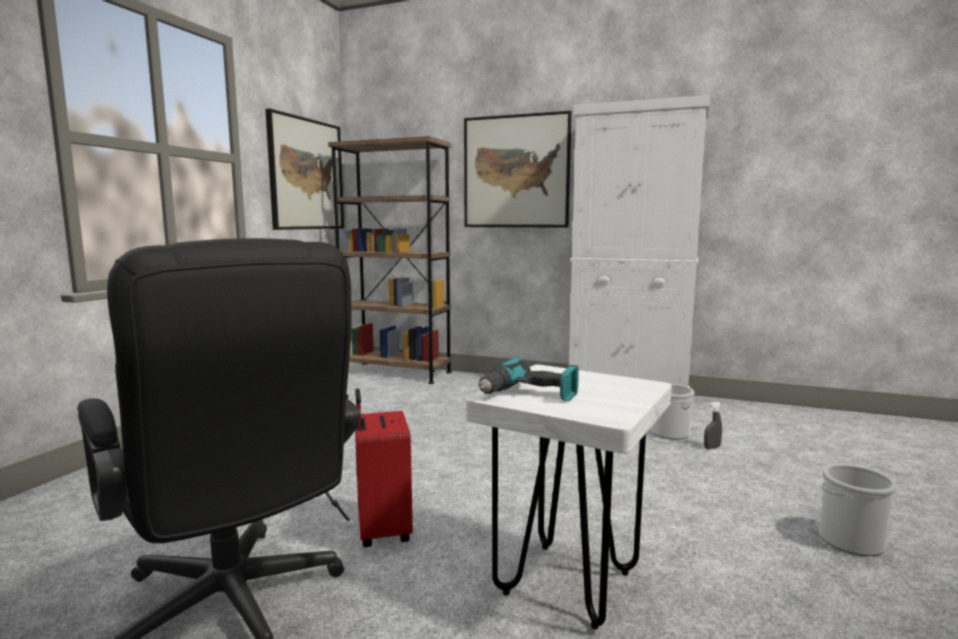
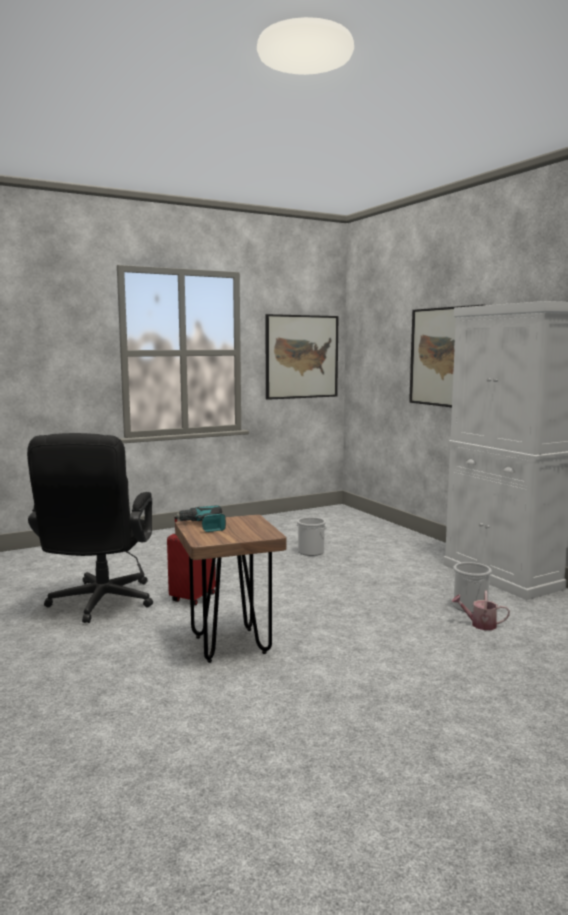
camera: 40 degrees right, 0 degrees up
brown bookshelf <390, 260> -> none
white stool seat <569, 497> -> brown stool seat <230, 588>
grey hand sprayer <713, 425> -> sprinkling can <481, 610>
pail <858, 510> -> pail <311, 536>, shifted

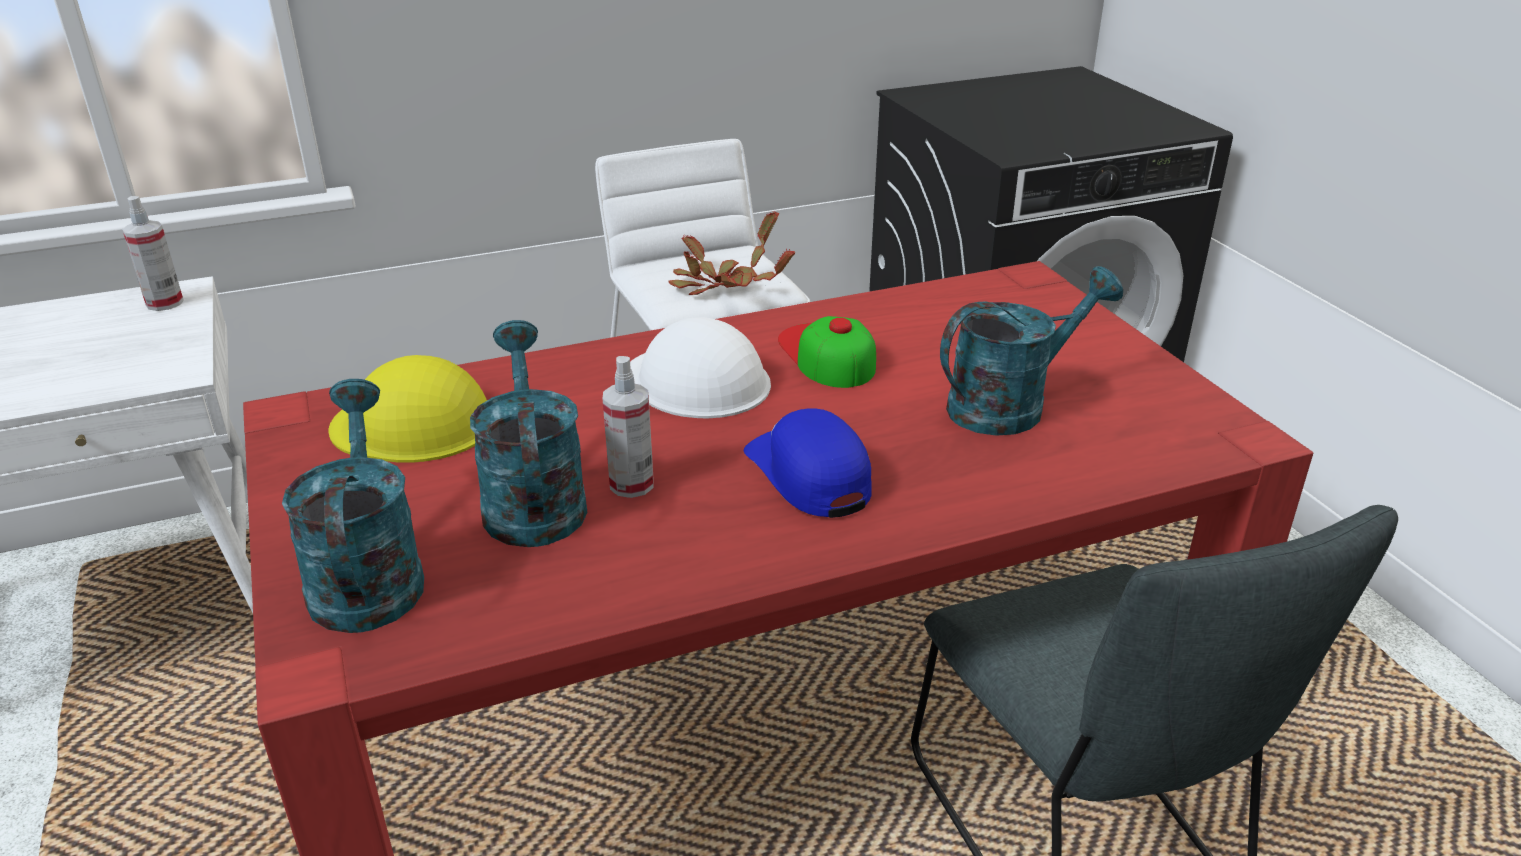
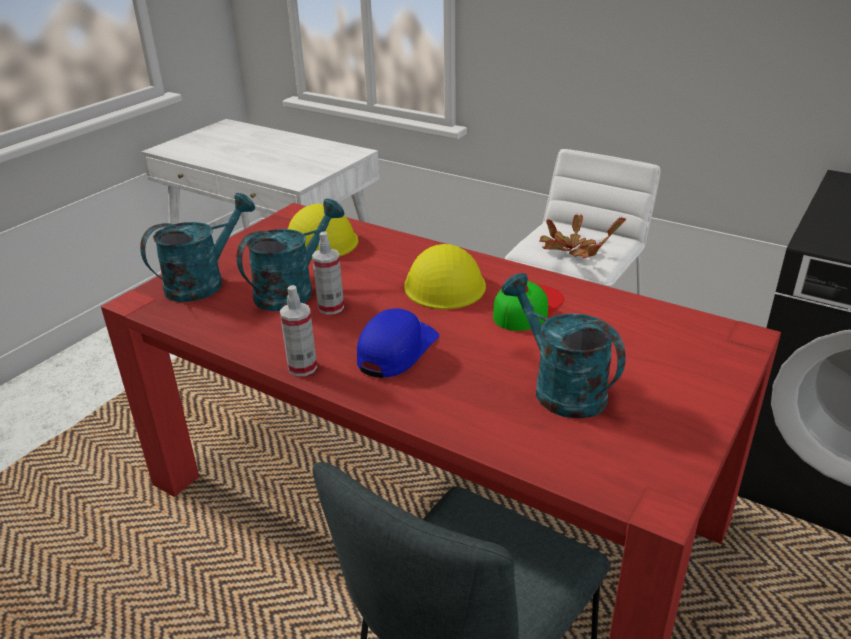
camera: 55 degrees right, 0 degrees up
hand sprayer <153, 253> -> hand sprayer <298, 330>, shifted
white work helmet <700, 367> -> yellow work helmet <445, 276>
turquoise sprinkling can <1031, 351> -> turquoise sprinkling can <564, 346>, 150 degrees counterclockwise

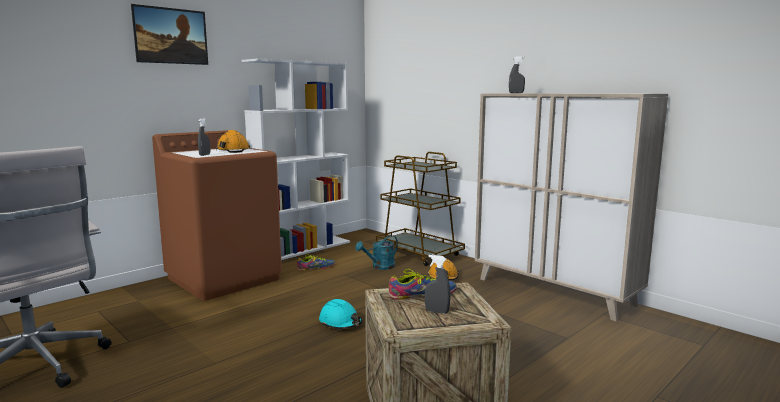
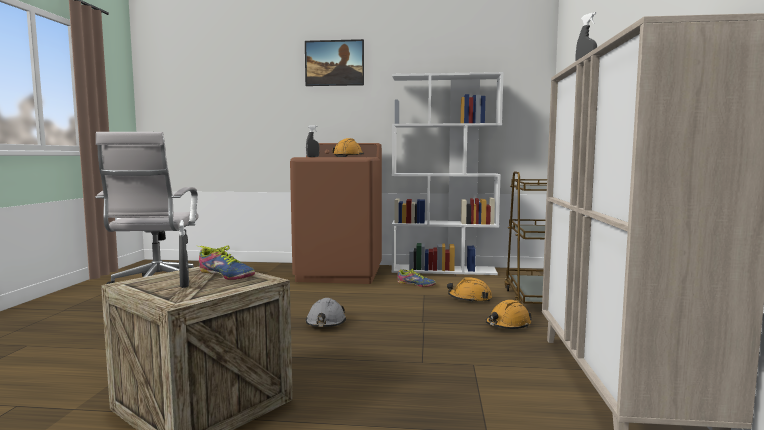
camera: 50 degrees right, 5 degrees down
turquoise work helmet <340, 314> -> grey work helmet <326, 312>
turquoise sprinkling can <376, 252> -> orange-coloured work helmet <469, 290>

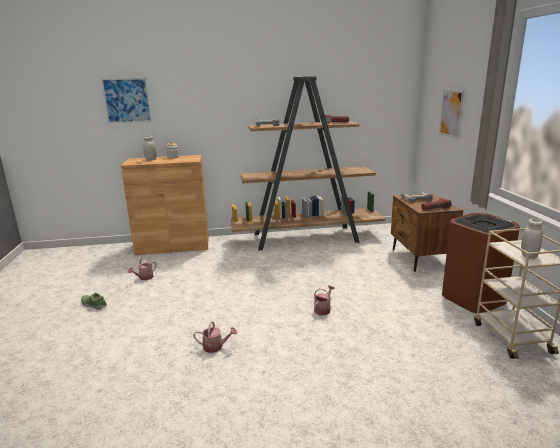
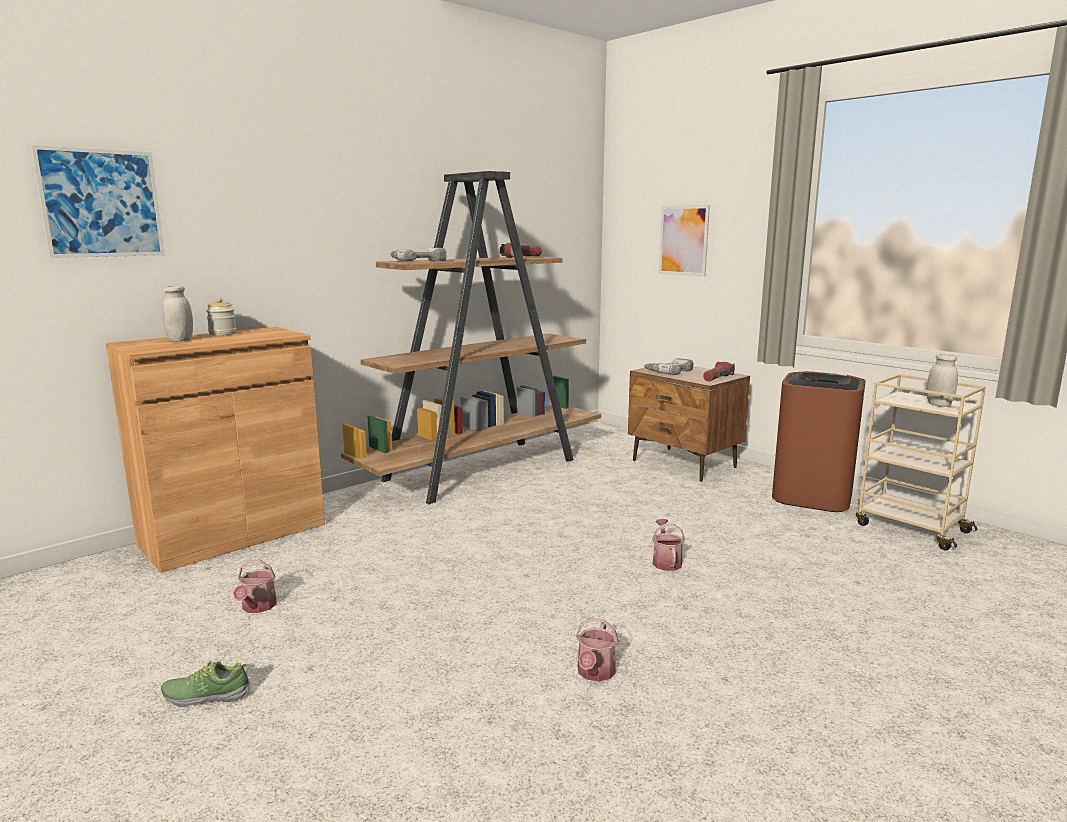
camera: 35 degrees left, 5 degrees down
sprinkling can <215, 337> -> sprinkling can <597, 649>, 135 degrees clockwise

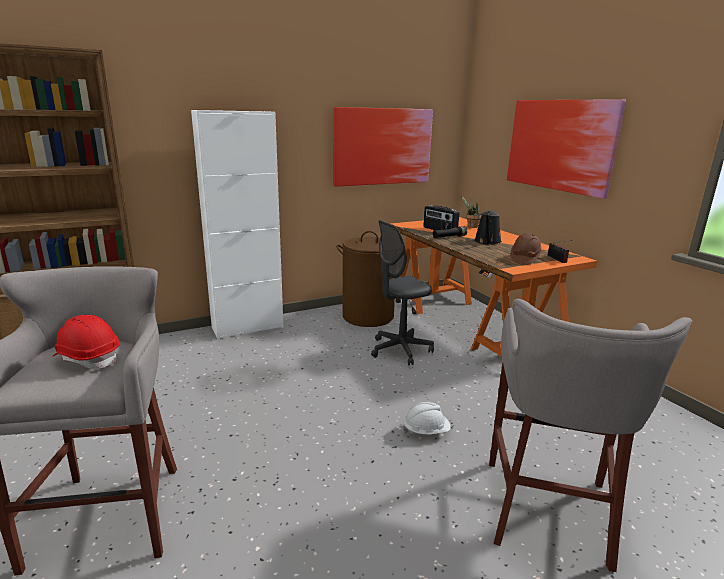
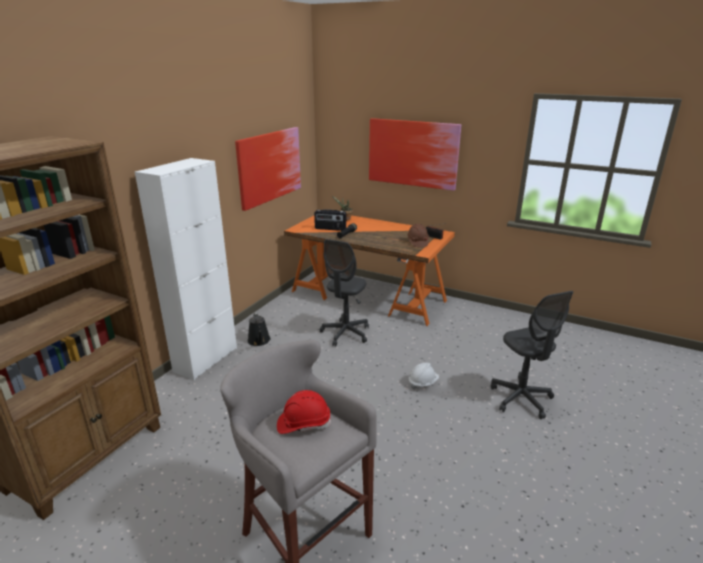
camera: 35 degrees left, 5 degrees up
brown washing basket <365, 279> -> none
black sprinkling can <488, 227> -> black sprinkling can <259, 329>, shifted
grey stool seat <591, 435> -> grey desk chair <532, 355>

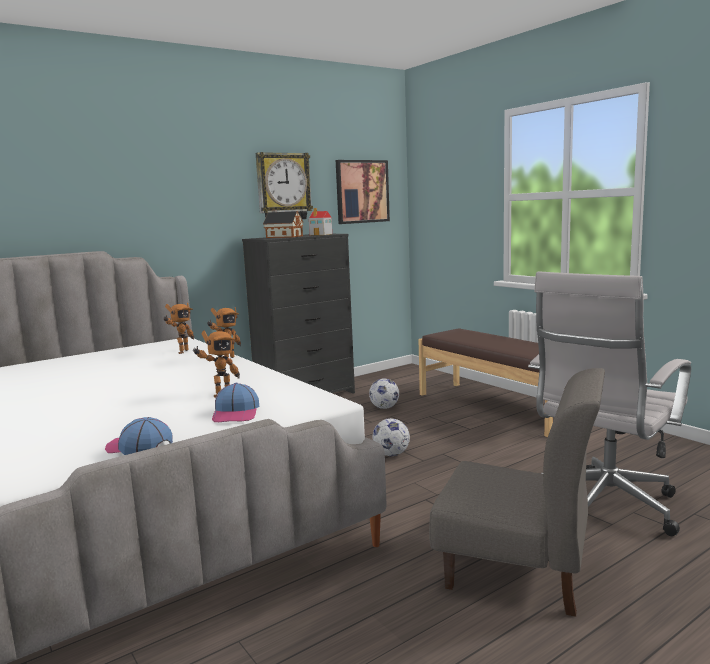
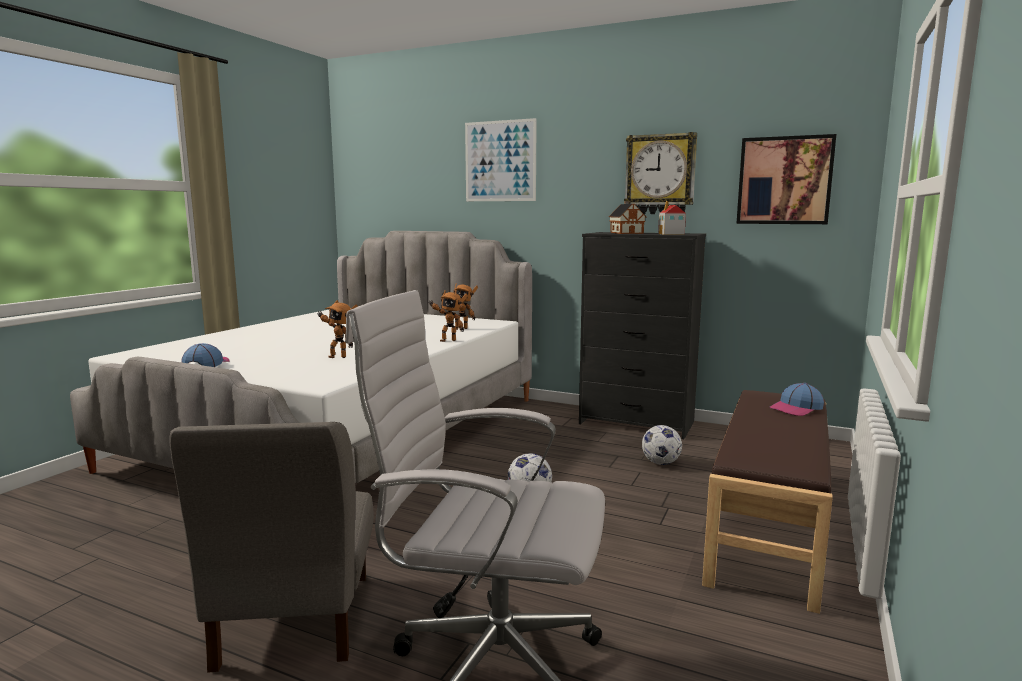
camera: 60 degrees right, 0 degrees up
baseball cap <235, 402> -> baseball cap <797, 399>, shifted
none -> wall art <501, 159>

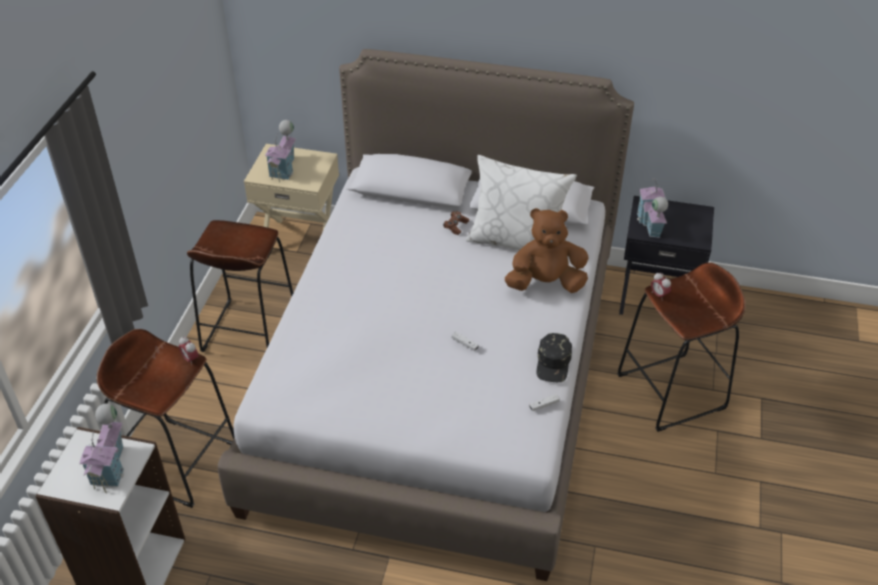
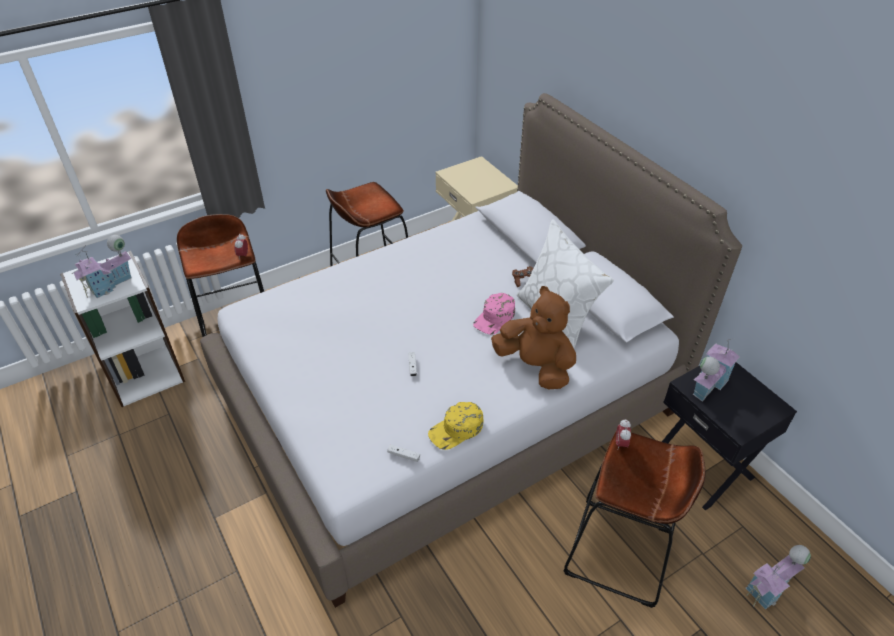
camera: 45 degrees right, 0 degrees up
model house <280, 151> -> model house <778, 577>, shifted
black baseball cap <554, 357> -> yellow baseball cap <456, 426>
none -> pinkish baseball cap <494, 314>

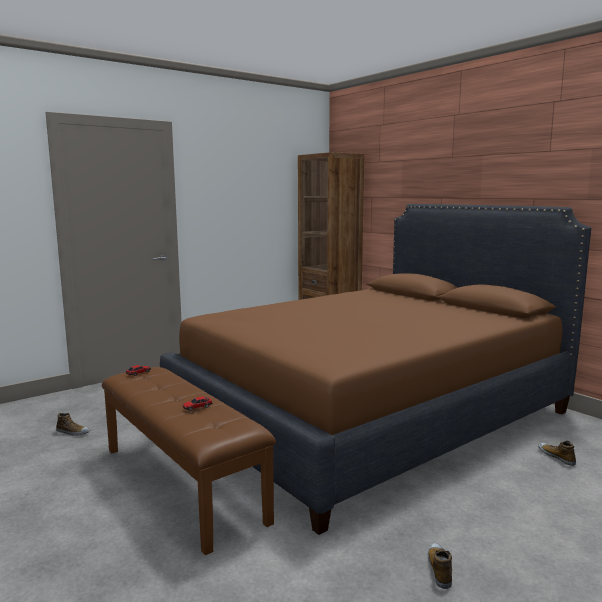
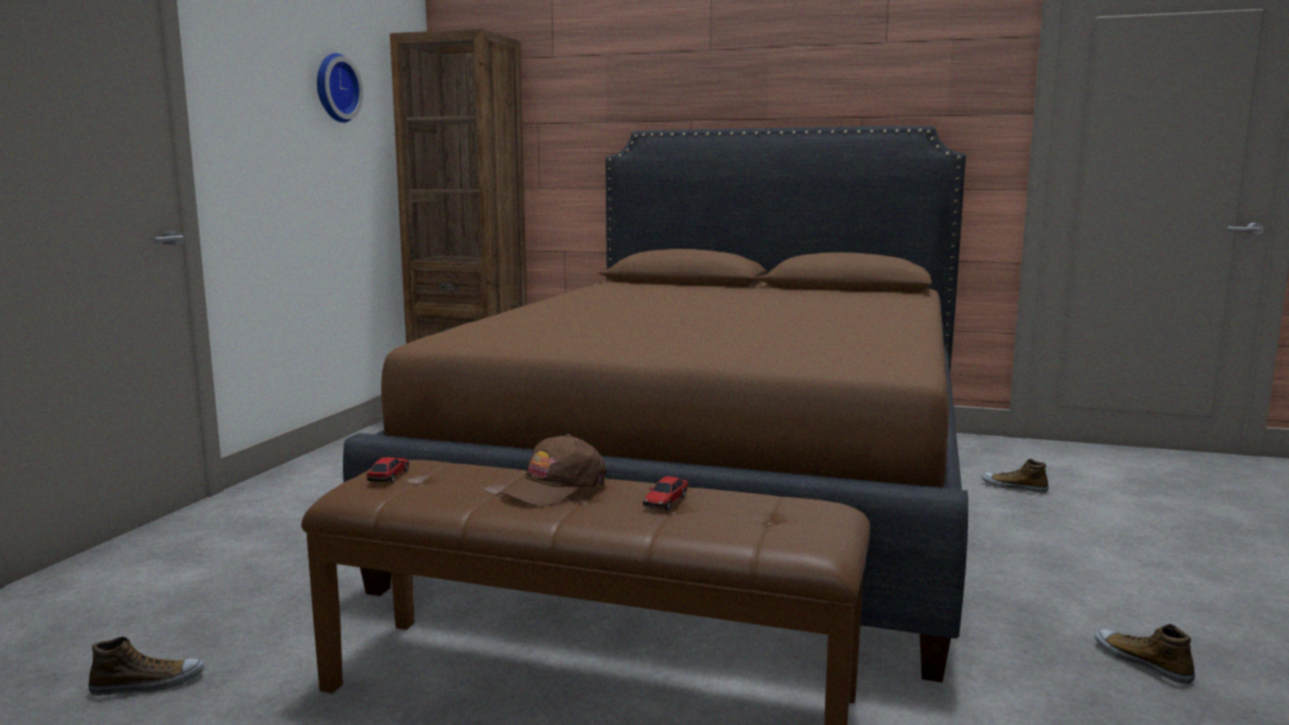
camera: 35 degrees left, 0 degrees up
none -> wall clock <340, 88>
none -> brown baseball cap <553, 470>

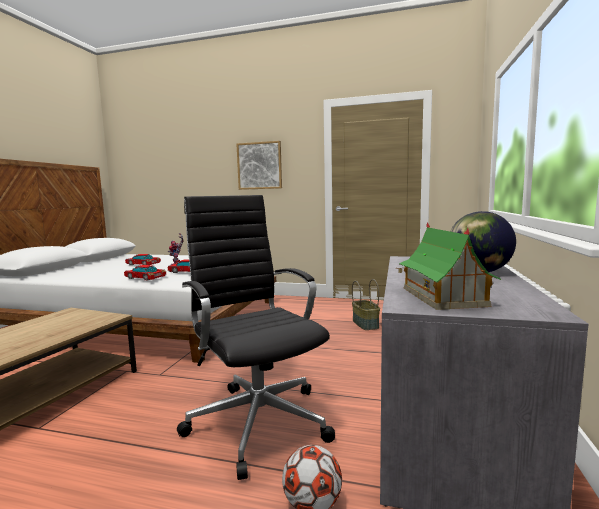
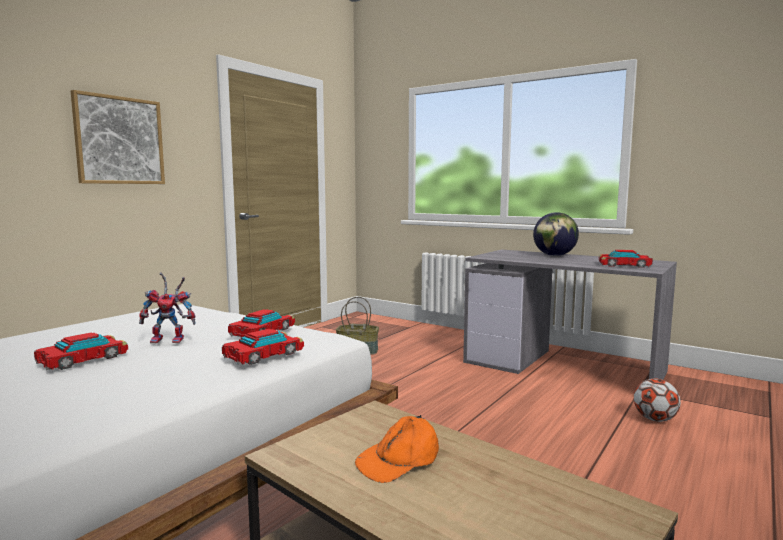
camera: 70 degrees left, 0 degrees up
black desk chair <256, 337> -> none
model house <448, 266> -> miniature car <626, 259>
none -> orange-coloured baseball cap <397, 449>

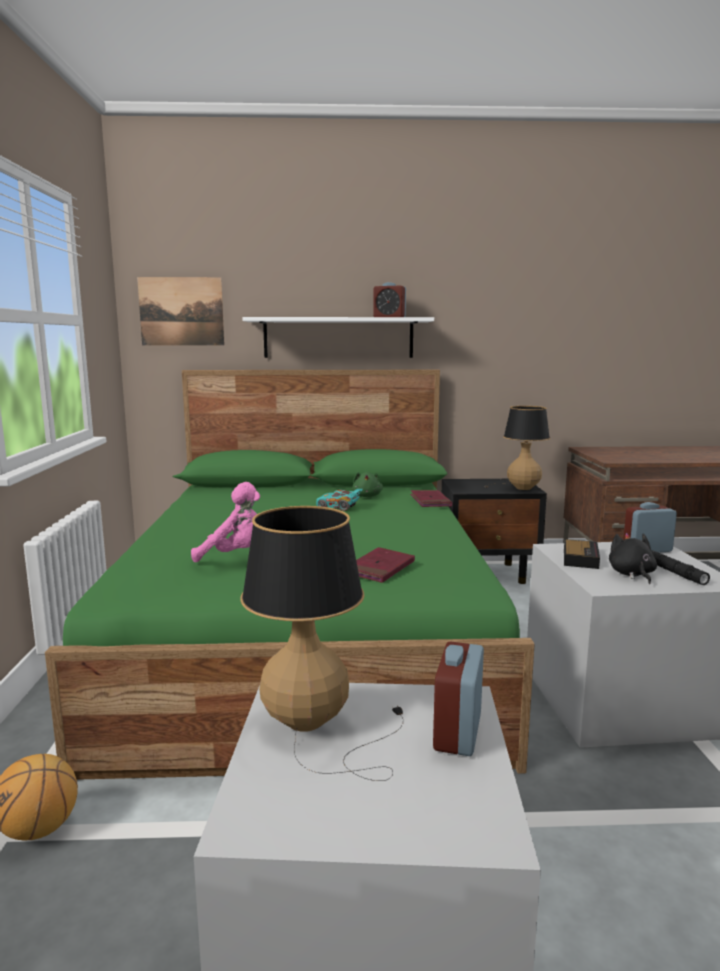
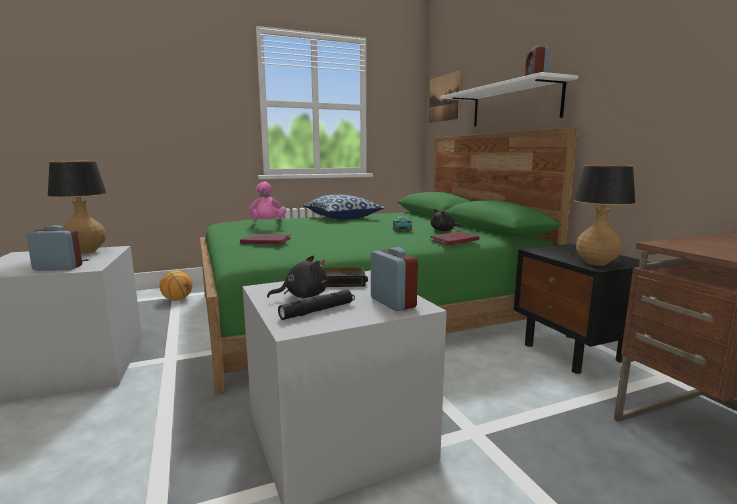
camera: 70 degrees right, 0 degrees up
greenish cuddly toy <367, 484> -> black cuddly toy <445, 220>
none -> throw pillow <344, 207>

